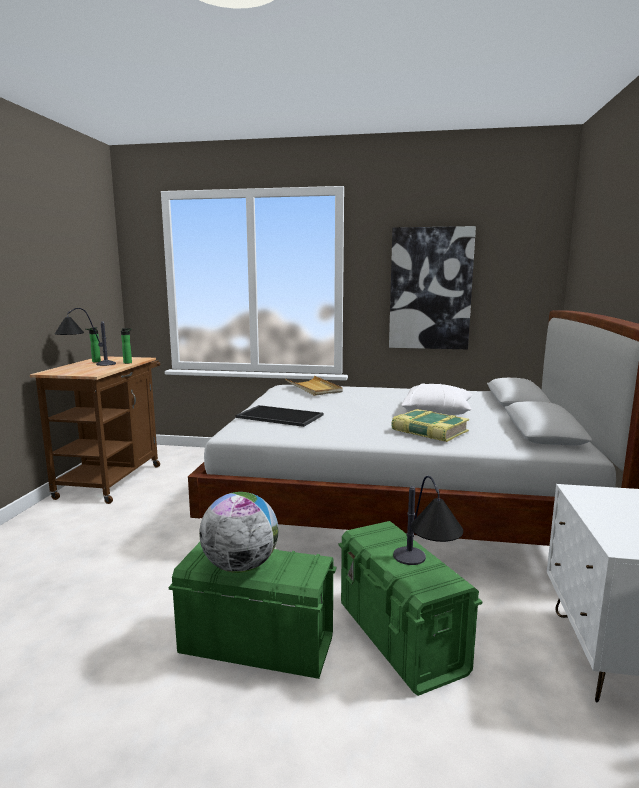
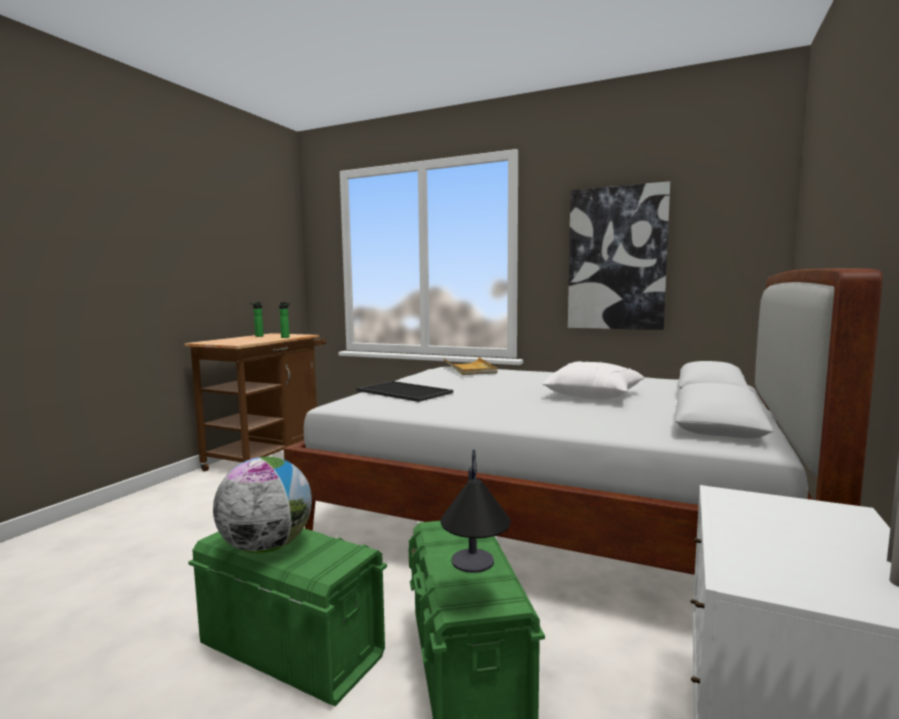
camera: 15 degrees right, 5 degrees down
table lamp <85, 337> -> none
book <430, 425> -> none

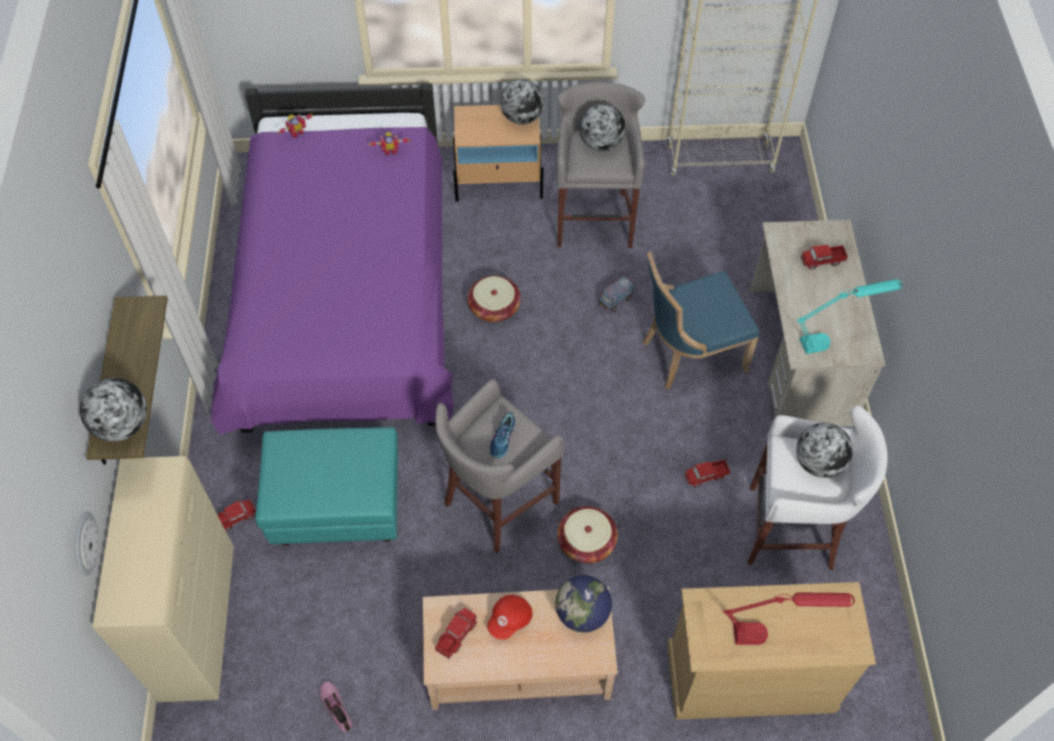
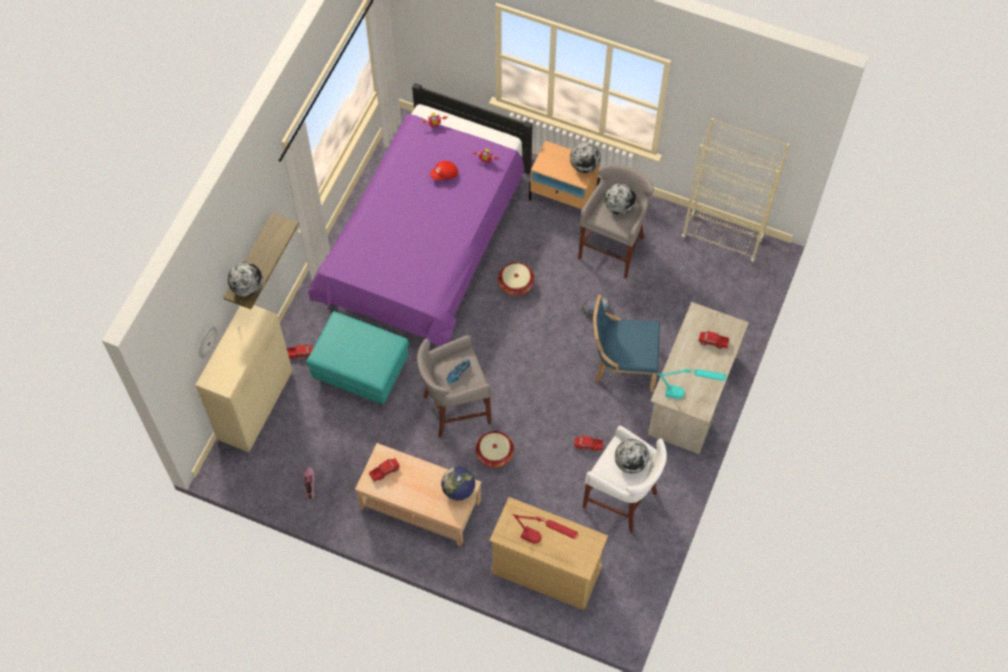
camera: 25 degrees right, 5 degrees up
red baseball cap <510, 617> -> red baseball cap <444, 171>, shifted

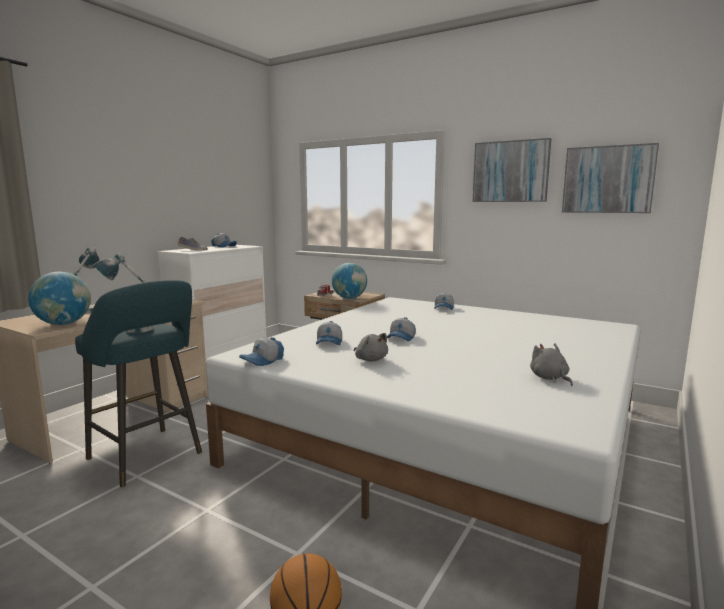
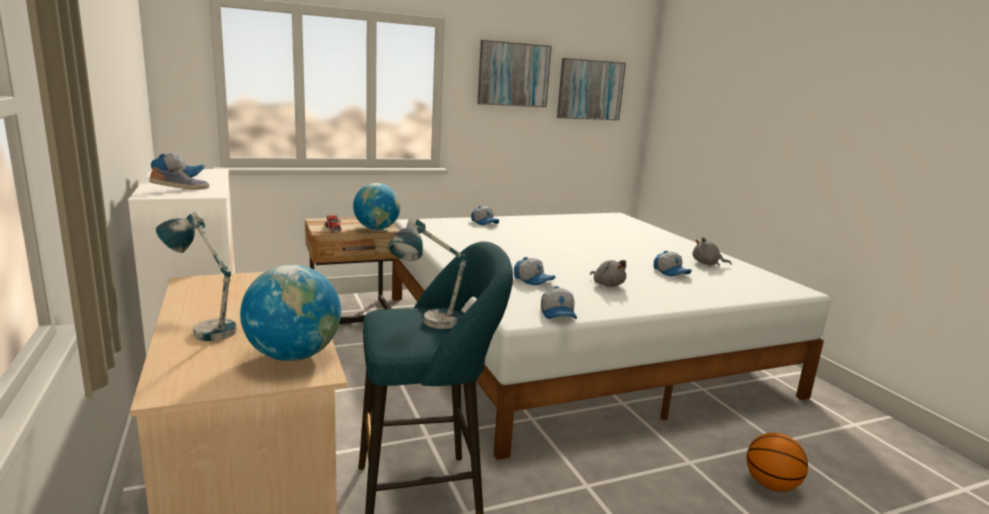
camera: 55 degrees left, 5 degrees up
grey cuddly toy <371, 347> -> grey cuddly toy <608, 273>, 60 degrees clockwise
baseball cap <401, 329> -> baseball cap <673, 263>, shifted

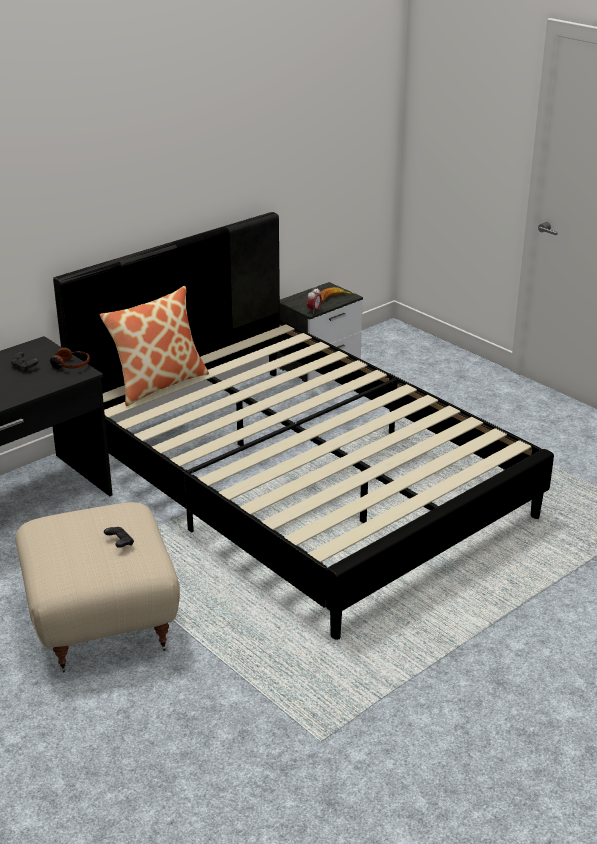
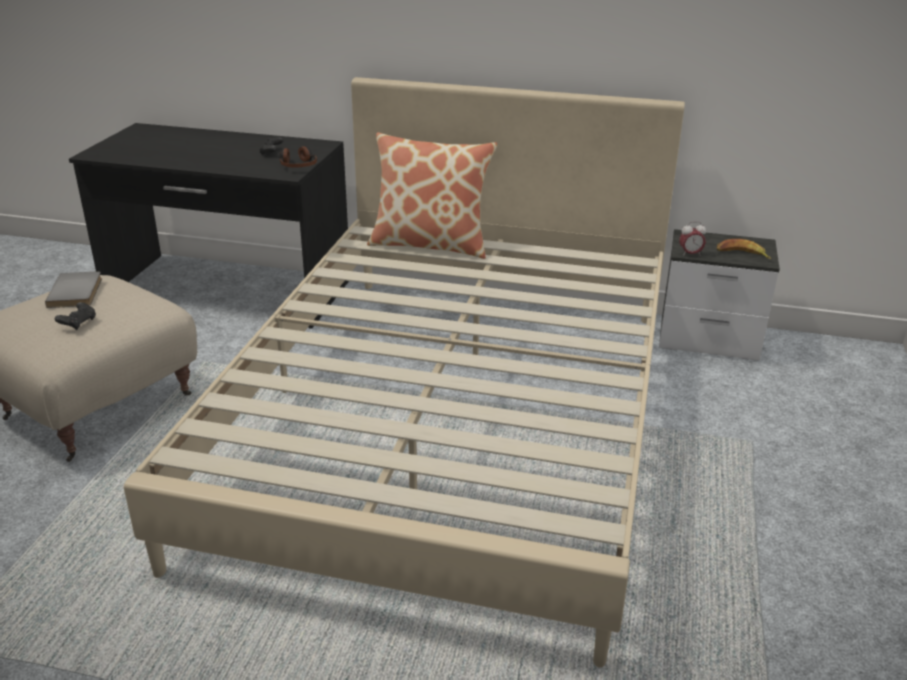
camera: 55 degrees right, 0 degrees up
black bed <303, 426> -> beige bed <404, 372>
none -> grey book <73, 289>

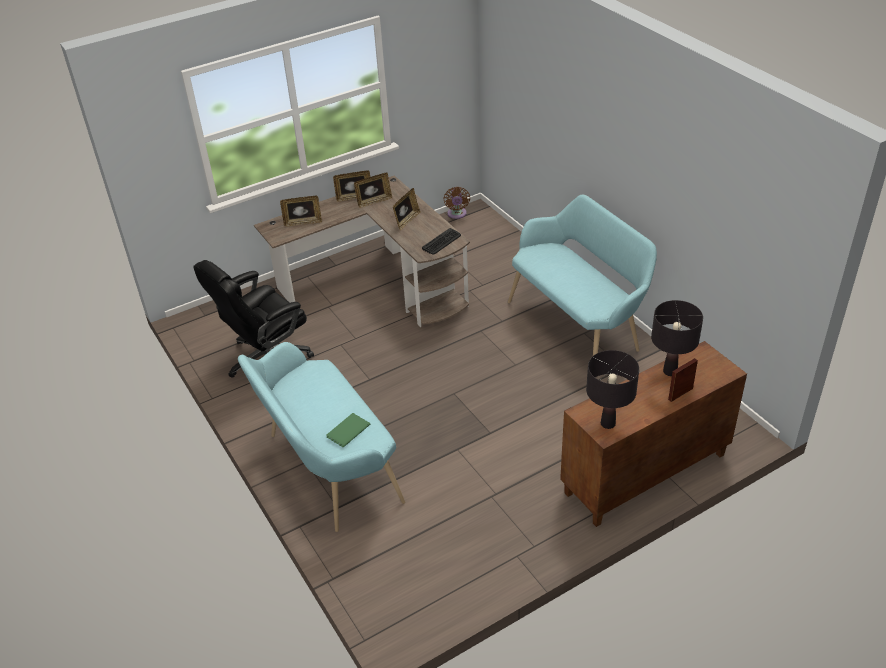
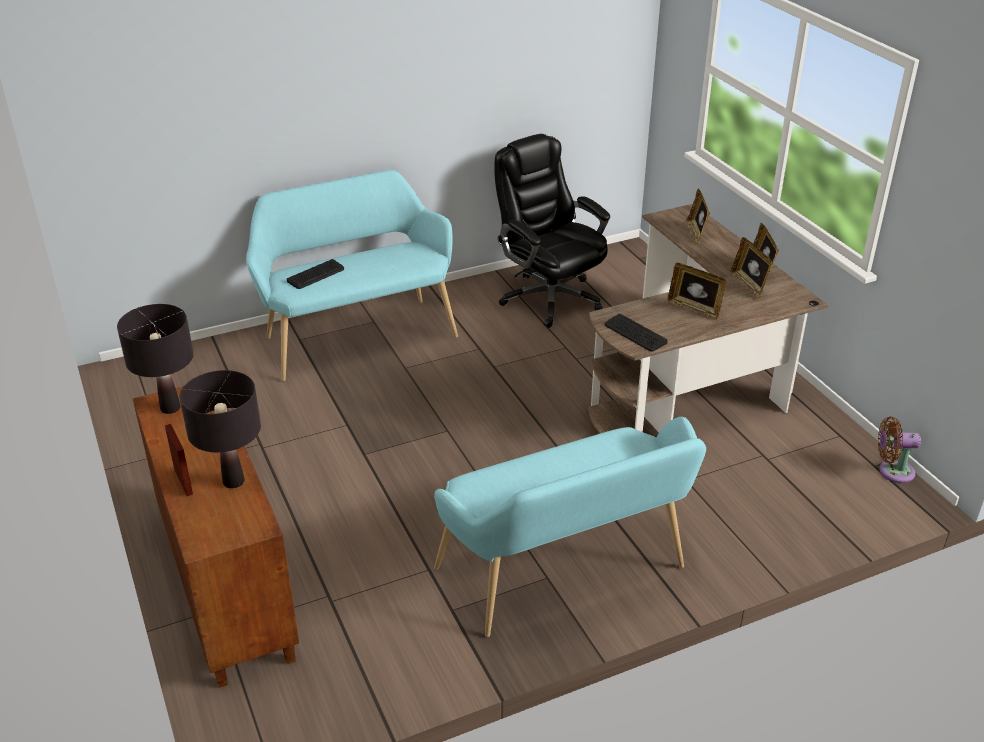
camera: 95 degrees right, 5 degrees down
greenish book <348, 430> -> computer keyboard <315, 274>

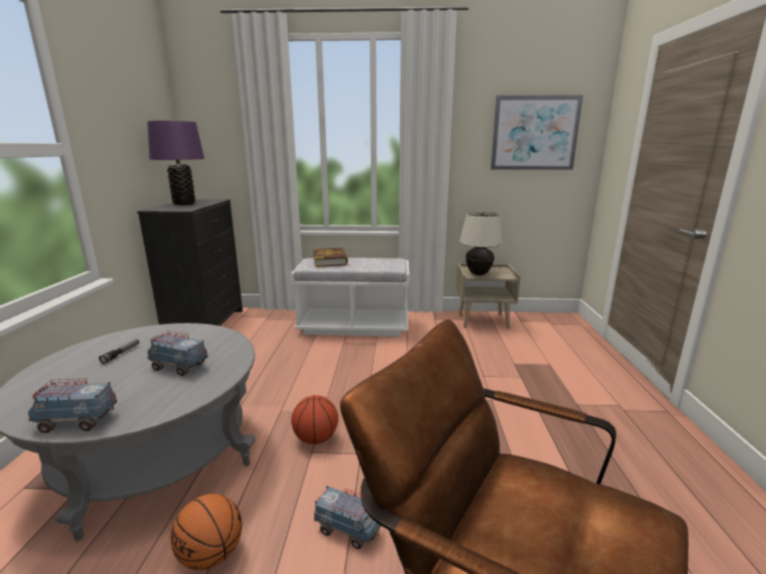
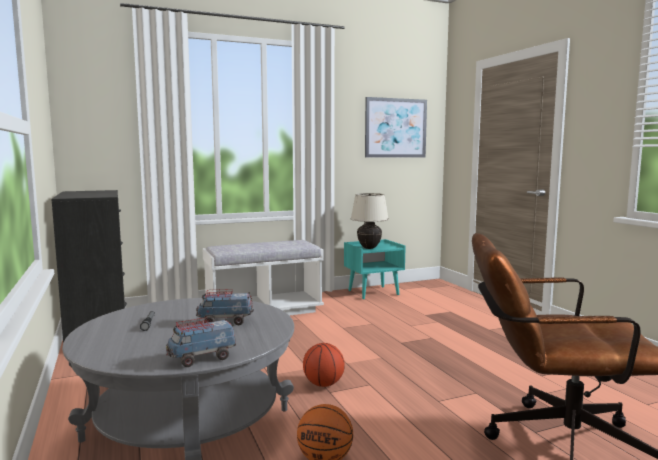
camera: 25 degrees left, 10 degrees down
purple table lamp <175, 163> -> none
book <330, 257> -> none
toy lorry <347, 517> -> none
beige nightstand <488, 296> -> turquoise nightstand <375, 269>

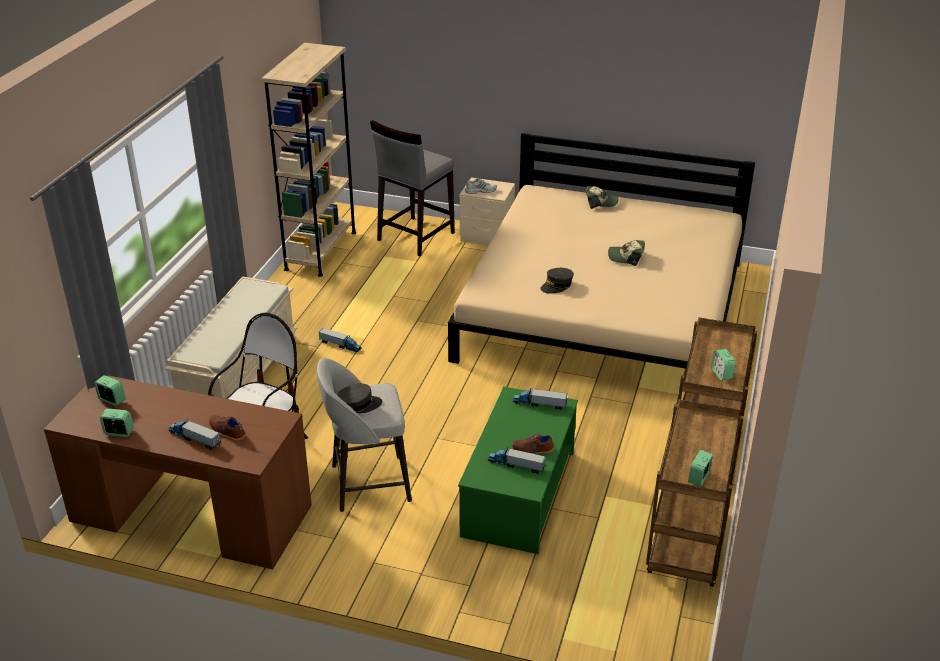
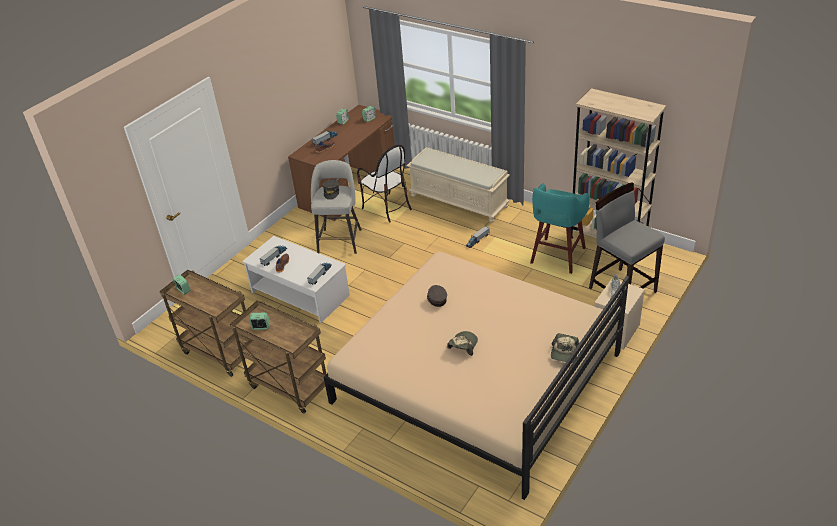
camera: 110 degrees right, 5 degrees up
greenish coffee table <518, 470> -> white coffee table <296, 279>
none -> turquoise stool seat <559, 229>

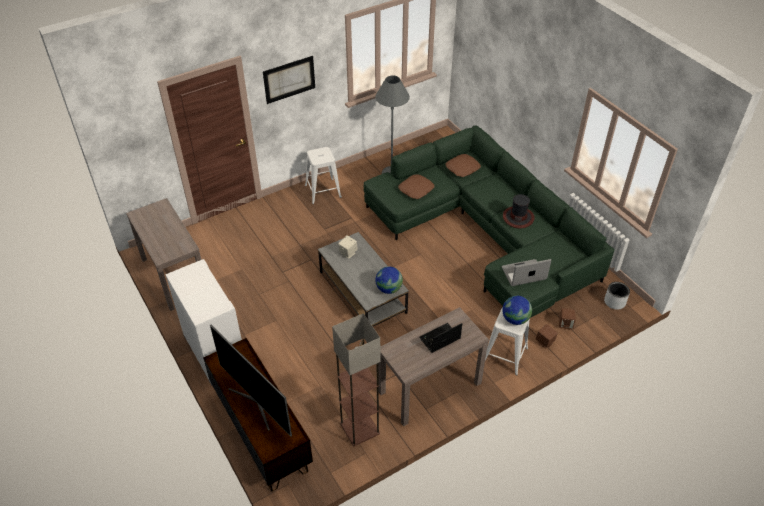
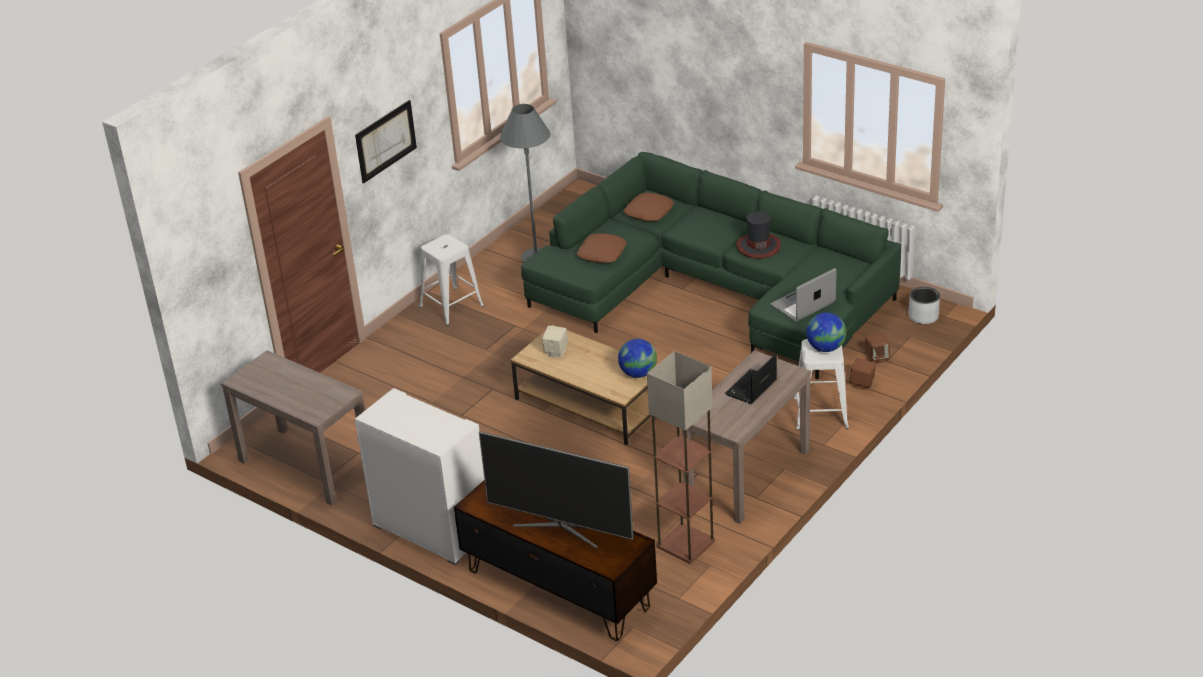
camera: 20 degrees left, 10 degrees down
grey coffee table <363, 279> -> brown coffee table <584, 385>

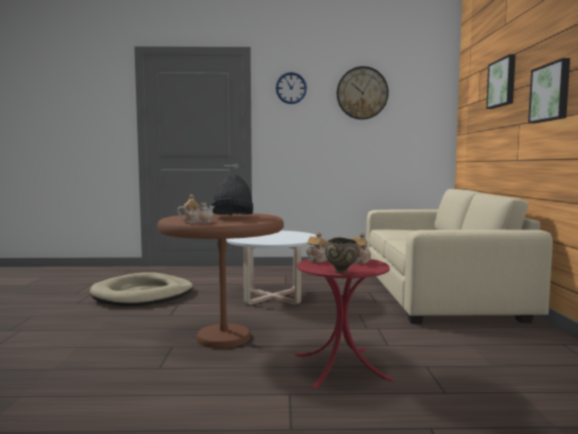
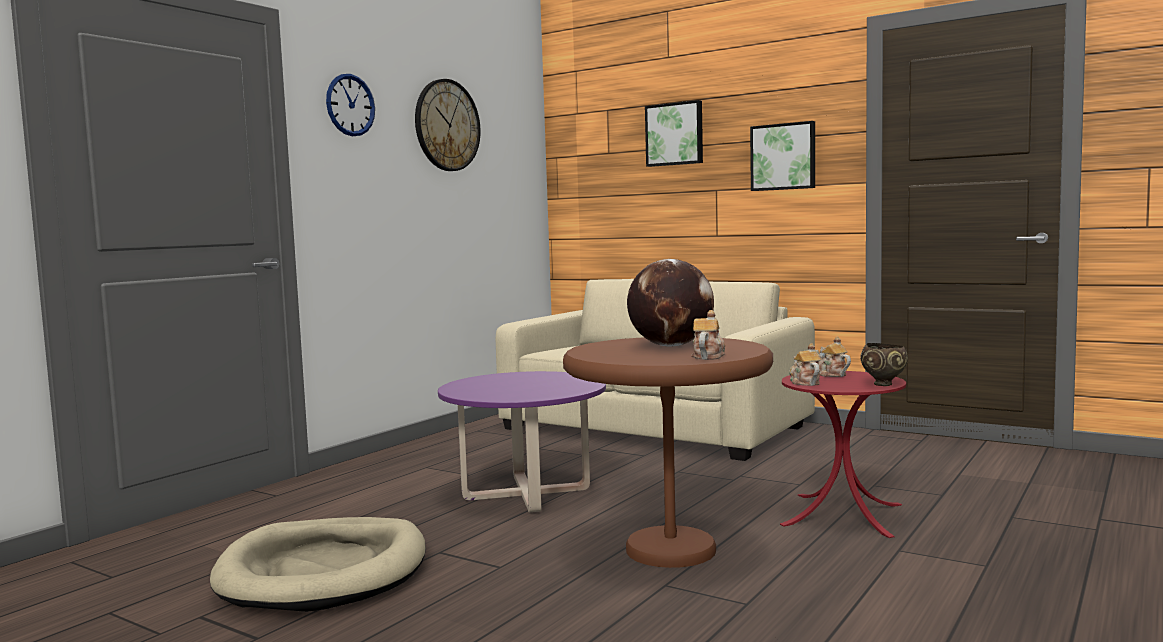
camera: 55 degrees left, 0 degrees up
black clothing hat <232, 194> -> globe <670, 303>
white coffee table <271, 268> -> purple coffee table <522, 441>

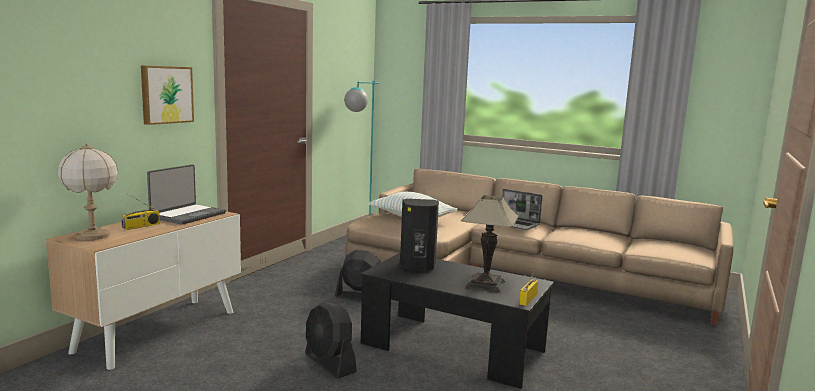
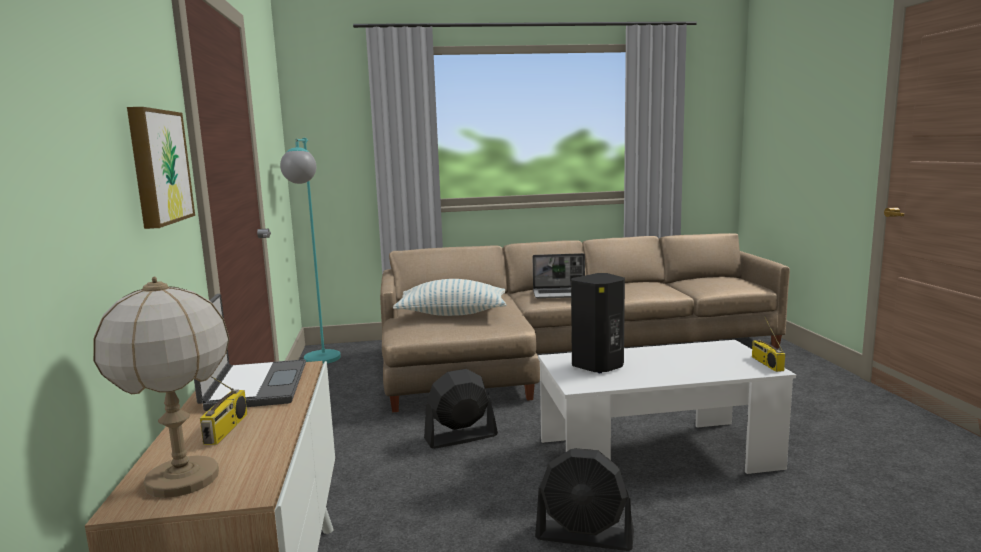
camera: 35 degrees left, 0 degrees up
black coffee table <457, 321> -> white coffee table <667, 407>
table lamp <490, 243> -> none

